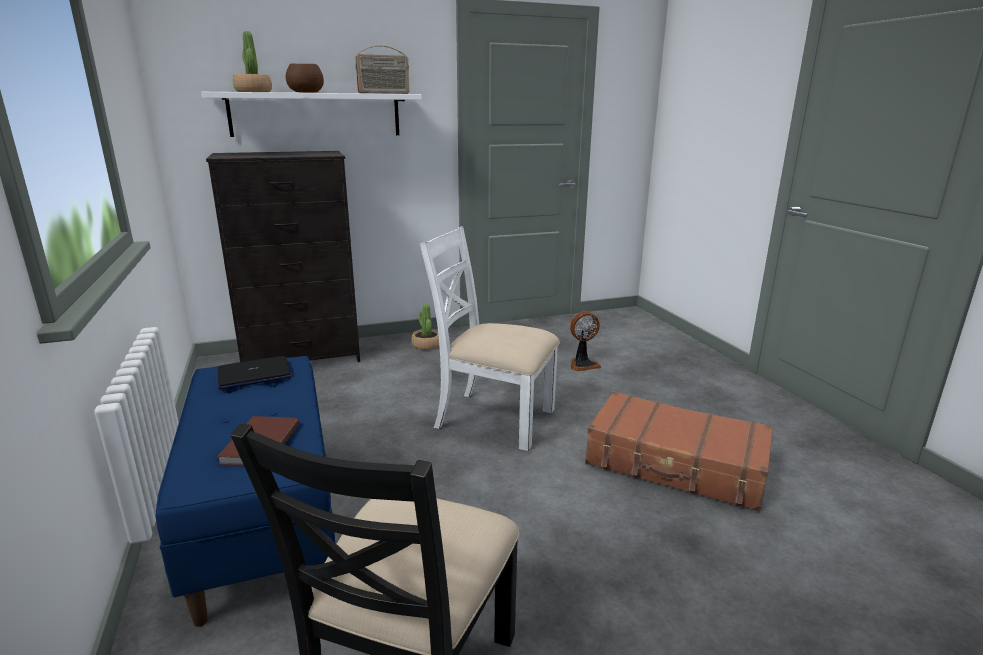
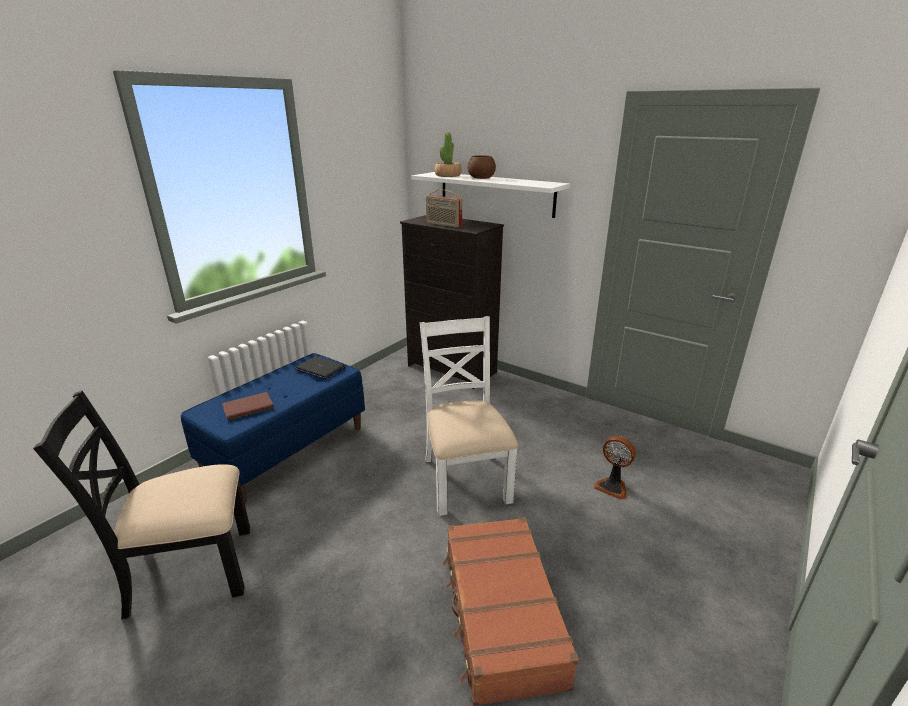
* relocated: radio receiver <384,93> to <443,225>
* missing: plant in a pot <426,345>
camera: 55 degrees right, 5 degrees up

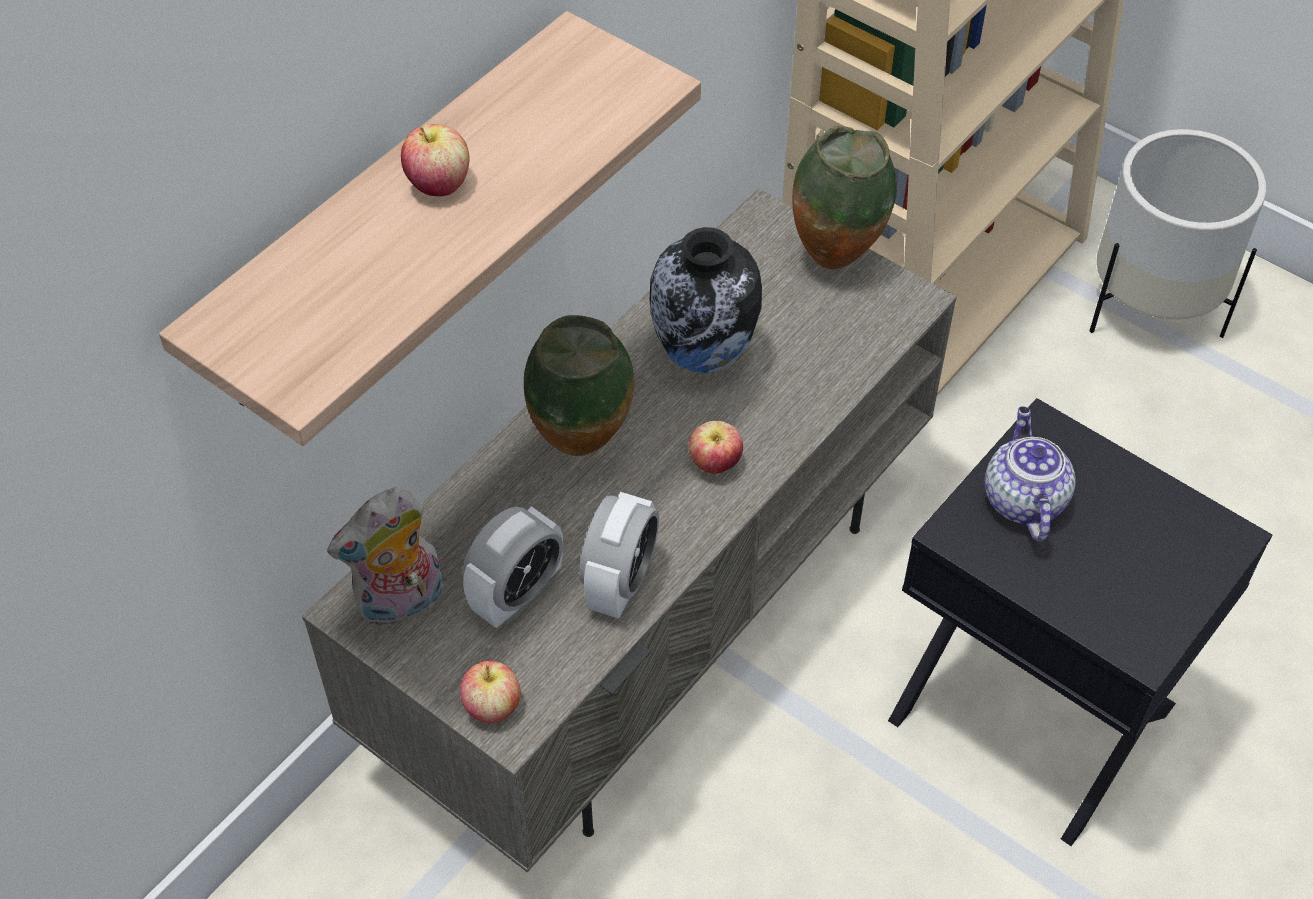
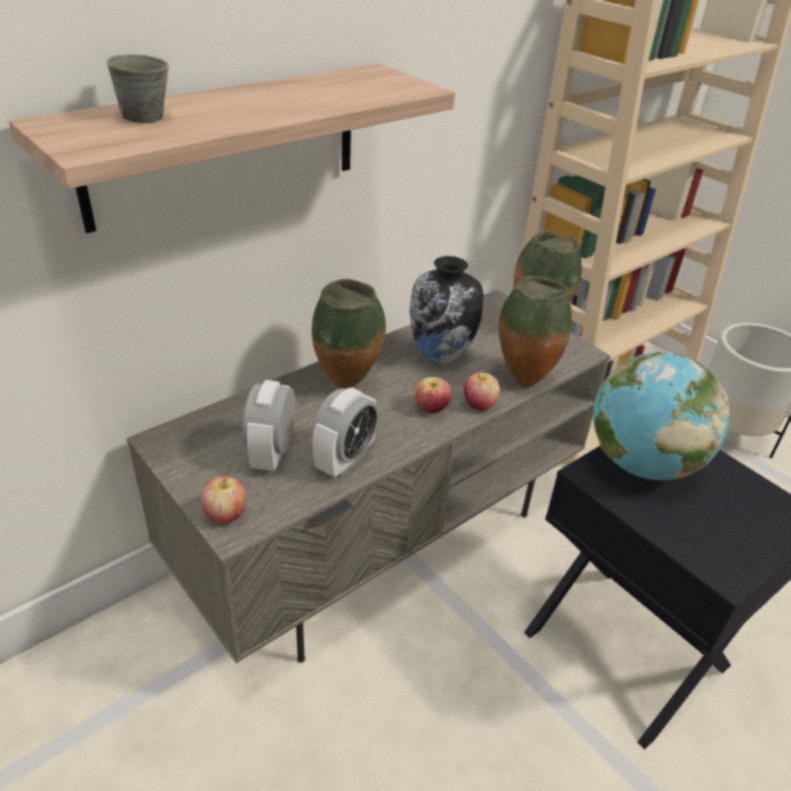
* missing: cuddly toy <401,604>
* relocated: apple <438,184> to <479,405>
* spun: table clock <517,595> = <272,454> 135 degrees clockwise
* exchanged: teapot <1022,499> to world globe <641,463>
* appeared: mug in gray <142,116>
* appeared: flower vase <522,380>
camera: 10 degrees right, 15 degrees down

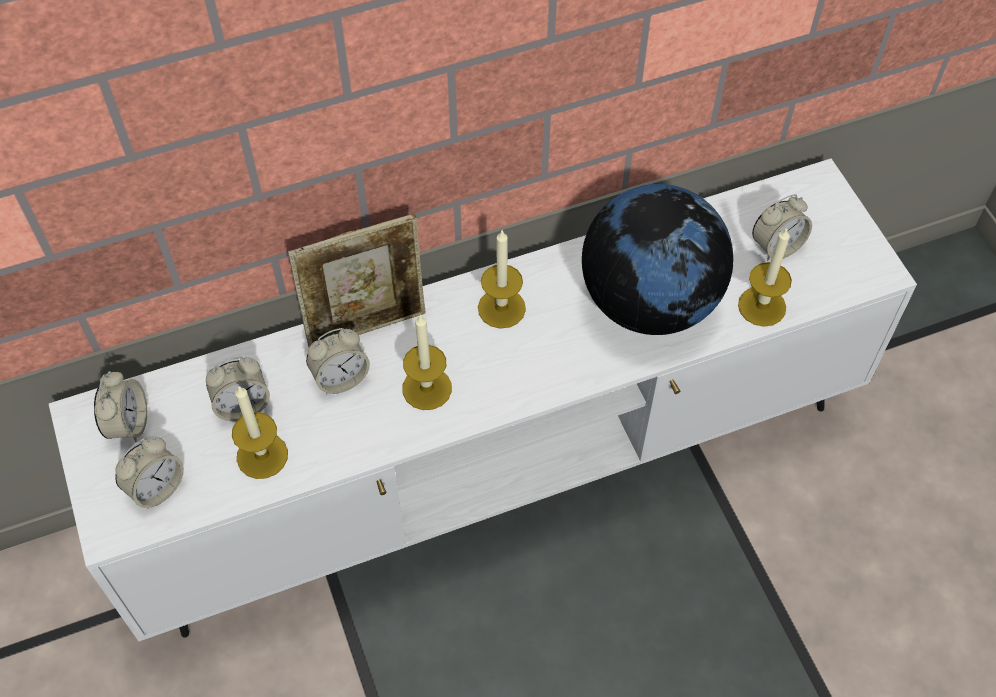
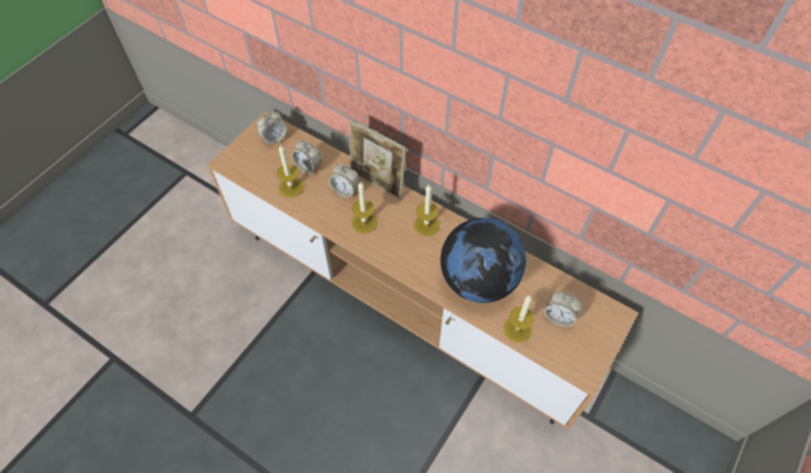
* colour: tv unit in whitish <496,471> to tv unit in brown <406,300>
* missing: table clock <156,488>
camera: 55 degrees right, 0 degrees up

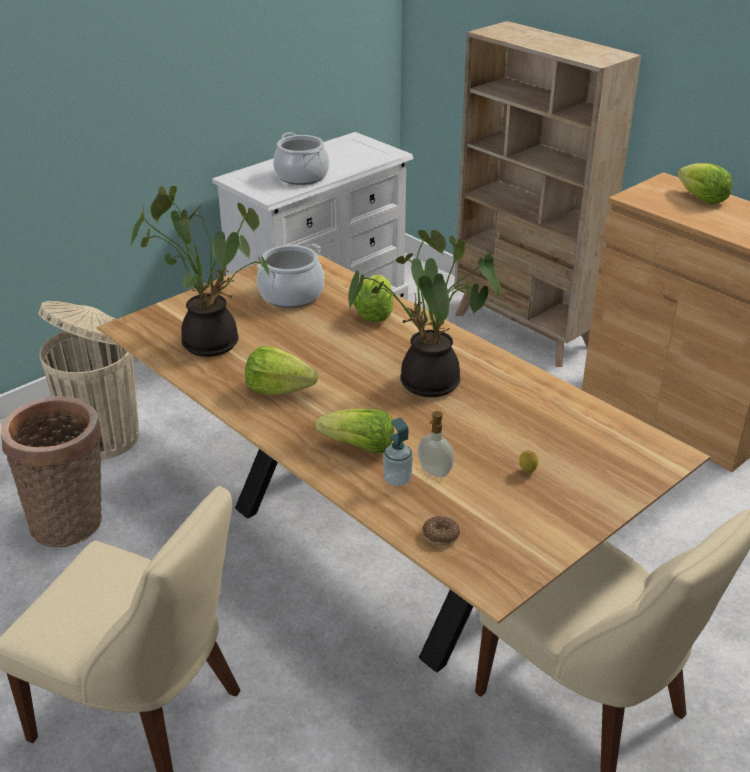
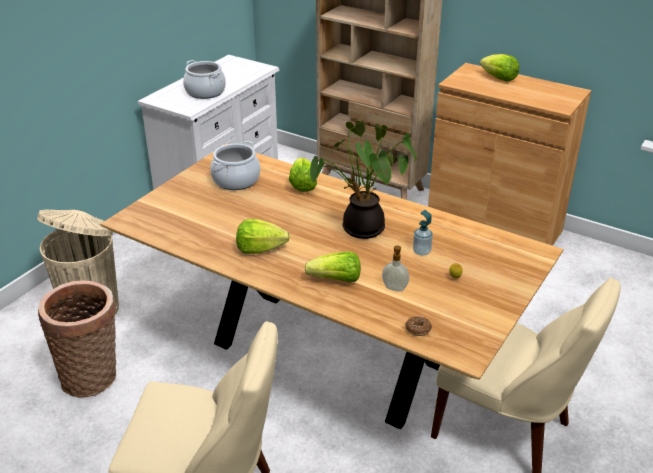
* missing: plant in a pot <212,341>
* relocated: liquid soap bottle <397,479> to <421,251>
camera: 15 degrees left, 0 degrees up

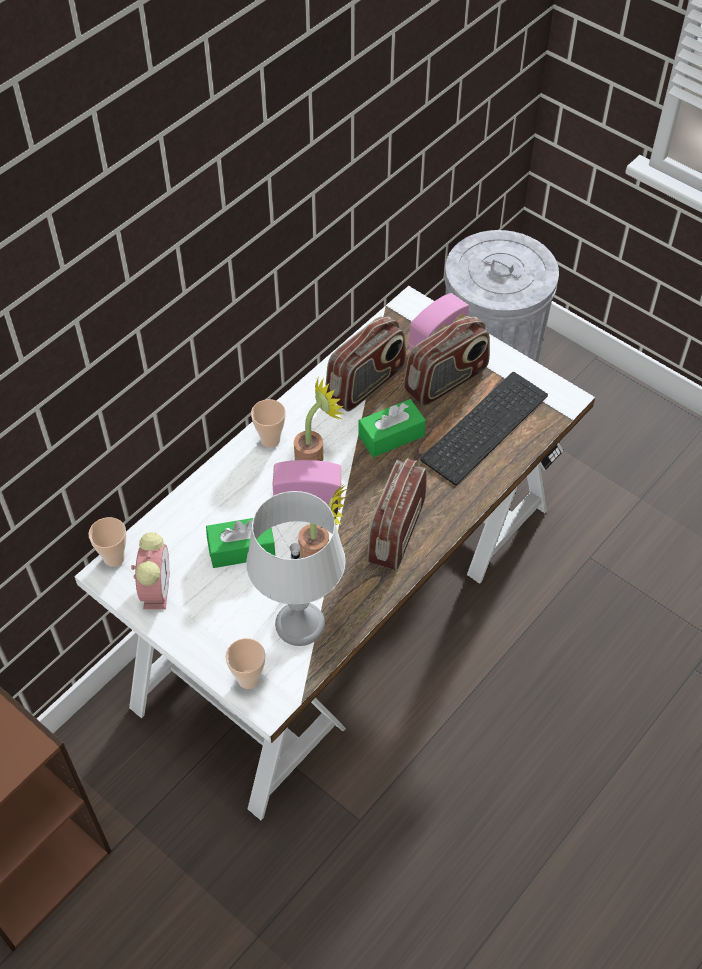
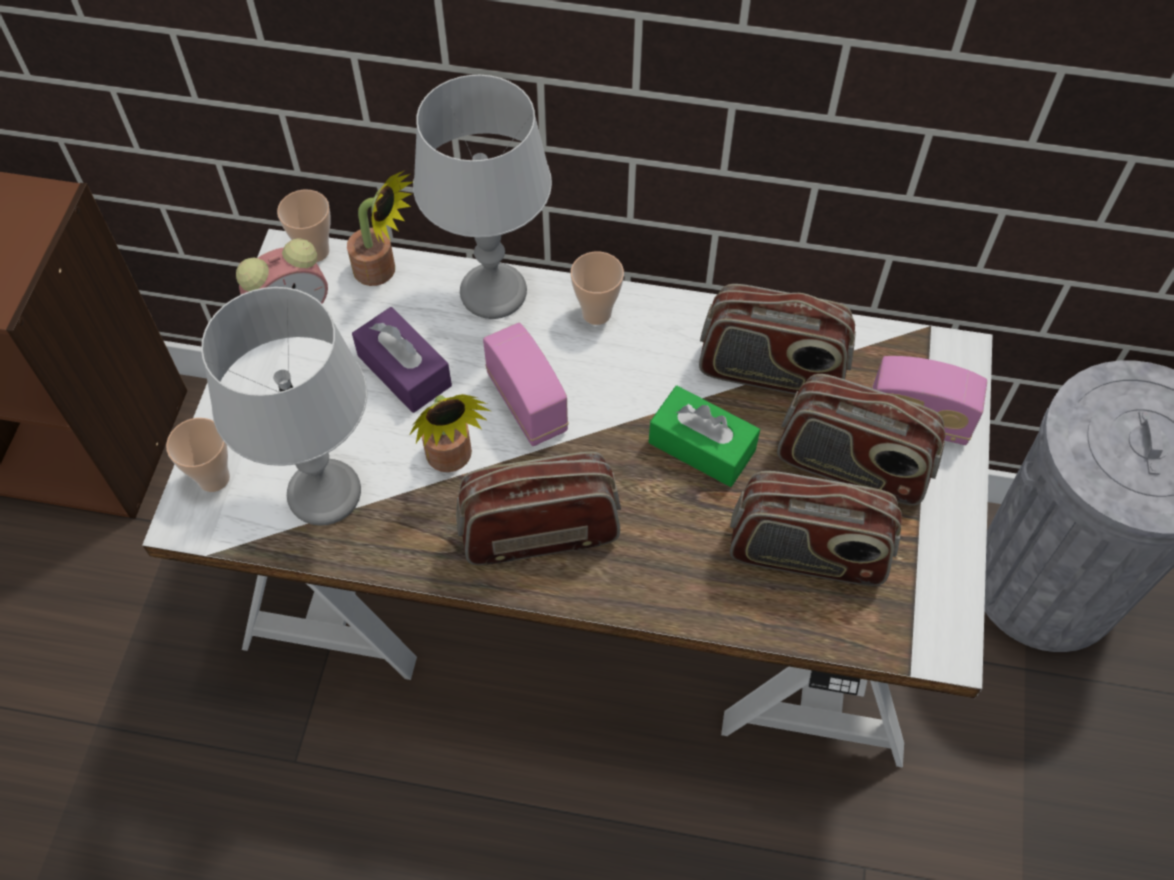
* colour: tissue box in green <241,549> to tissue box in purplish <404,371>
* relocated: plant in a pot <314,455> to <382,272>
* exchanged: computer keyboard <483,425> to radio receiver <807,555>
* appeared: tabletop lamp in gray <492,293>
camera: 60 degrees right, 5 degrees up

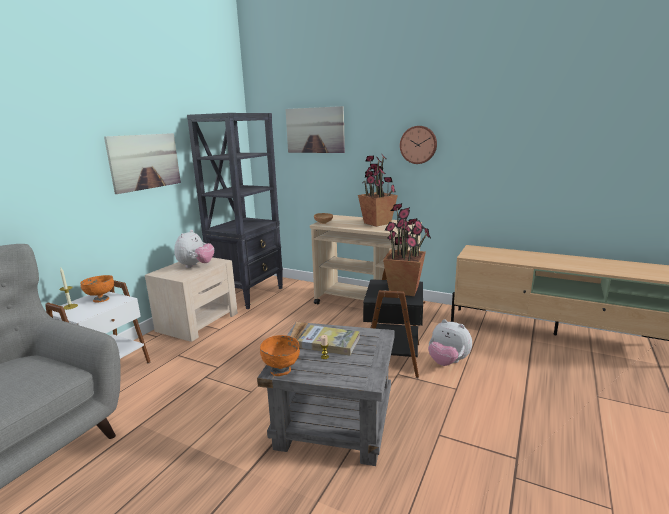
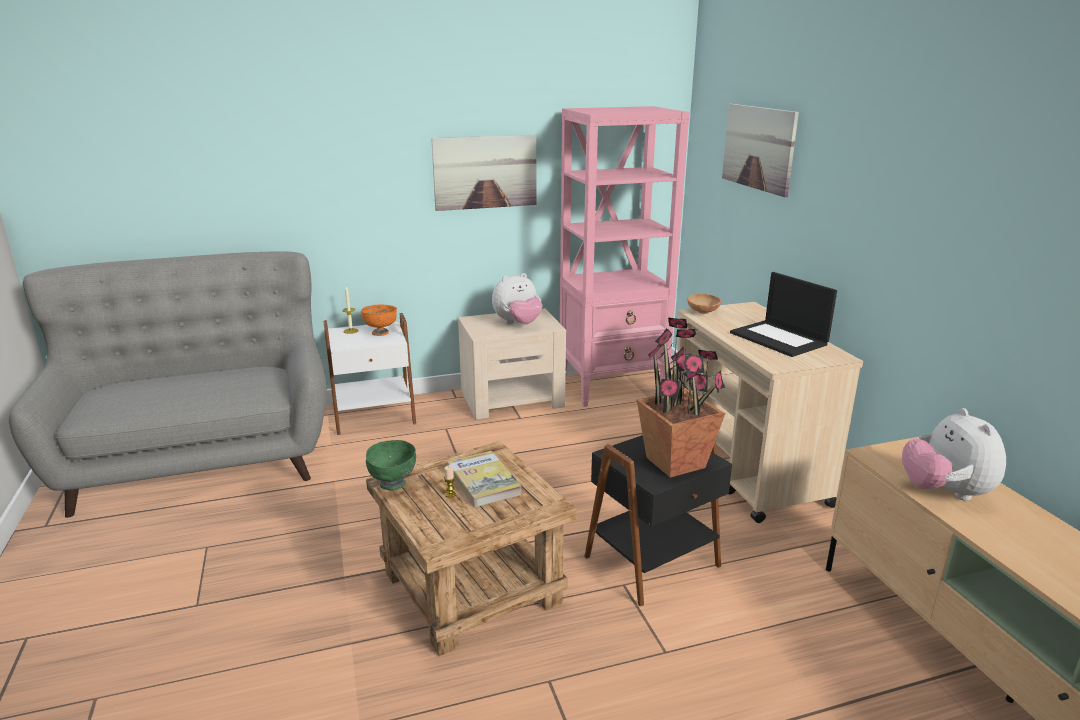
* colour: shelving unit in black-coloured <249,294> to shelving unit in pink <613,387>
* colour: end table in gray <333,421> to end table in brown <472,586>
* colour: bowl in orange <281,370> to bowl in green <393,484>
* exchanged: plant in a pot <377,223> to notebook computer <780,339>
* missing: clock on the wall <418,144>
* relocated: cuddly toy <448,362> to <945,492>
camera: 45 degrees right, 5 degrees up

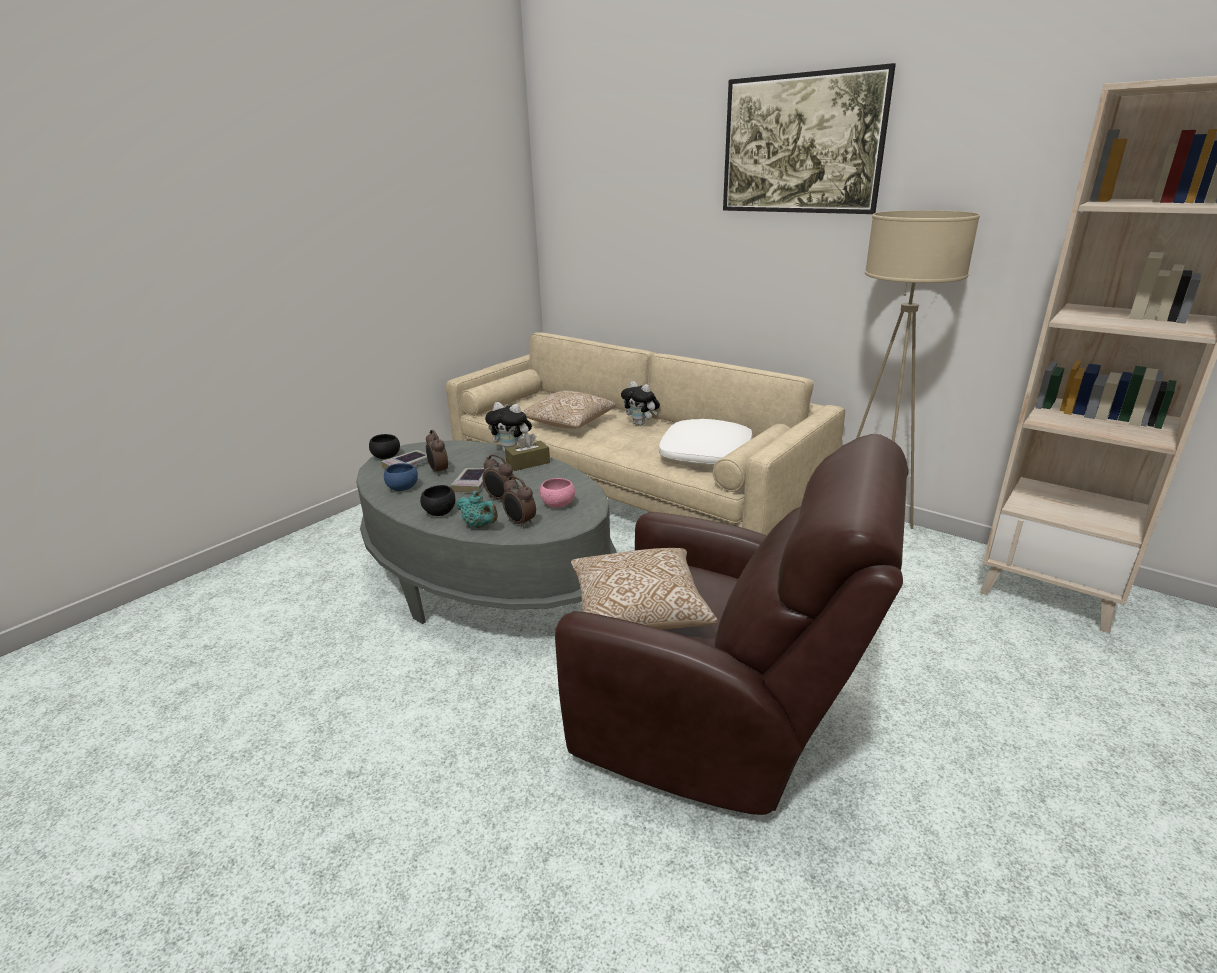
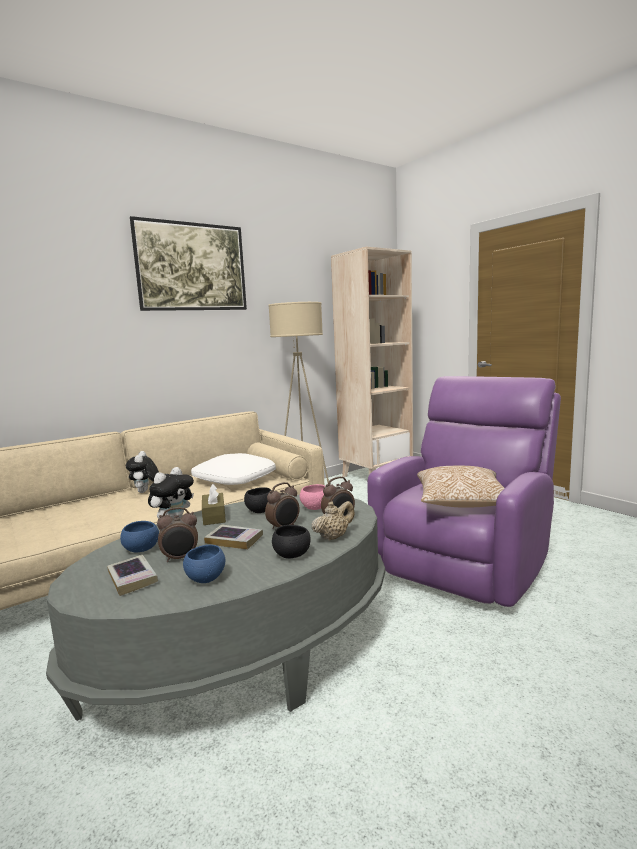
* relocated: bowl in black-coloured <386,457> to <260,511>
* colour: teapot in blue-green <479,526> to teapot in sand-coloured <333,537>
* missing: cushion <568,423>
* colour: easy chair in brown <718,722> to easy chair in purplish <466,562>
* spun: cuddly toy <641,424> = <145,492> 120 degrees clockwise
* appeared: bowl in blue-coloured <141,549>
camera: 75 degrees left, 15 degrees down

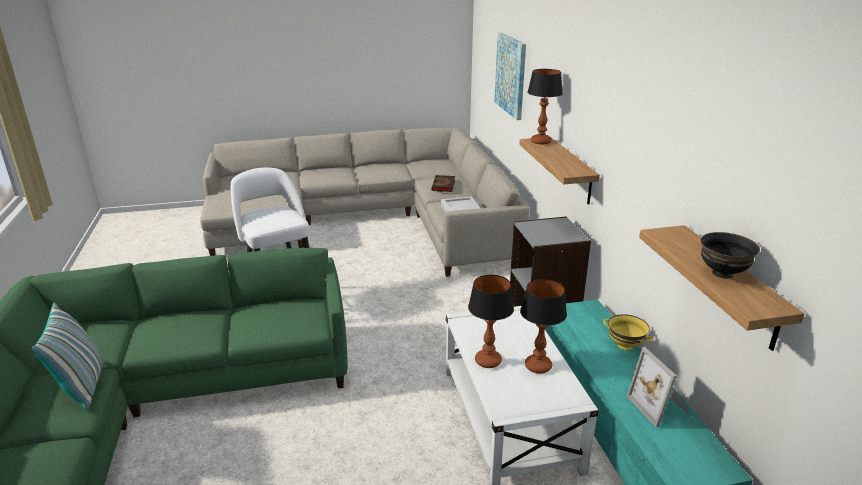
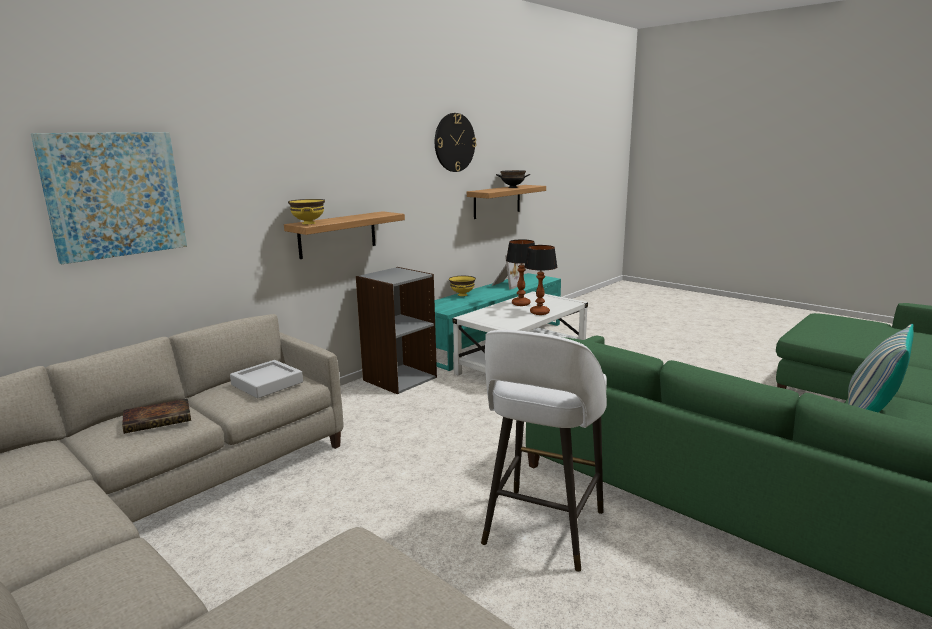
* exchanged: tabletop lamp <540,142> to bowl in yellow <309,223>
* appeared: clock on the wall <454,142>
camera: 125 degrees left, 10 degrees down

